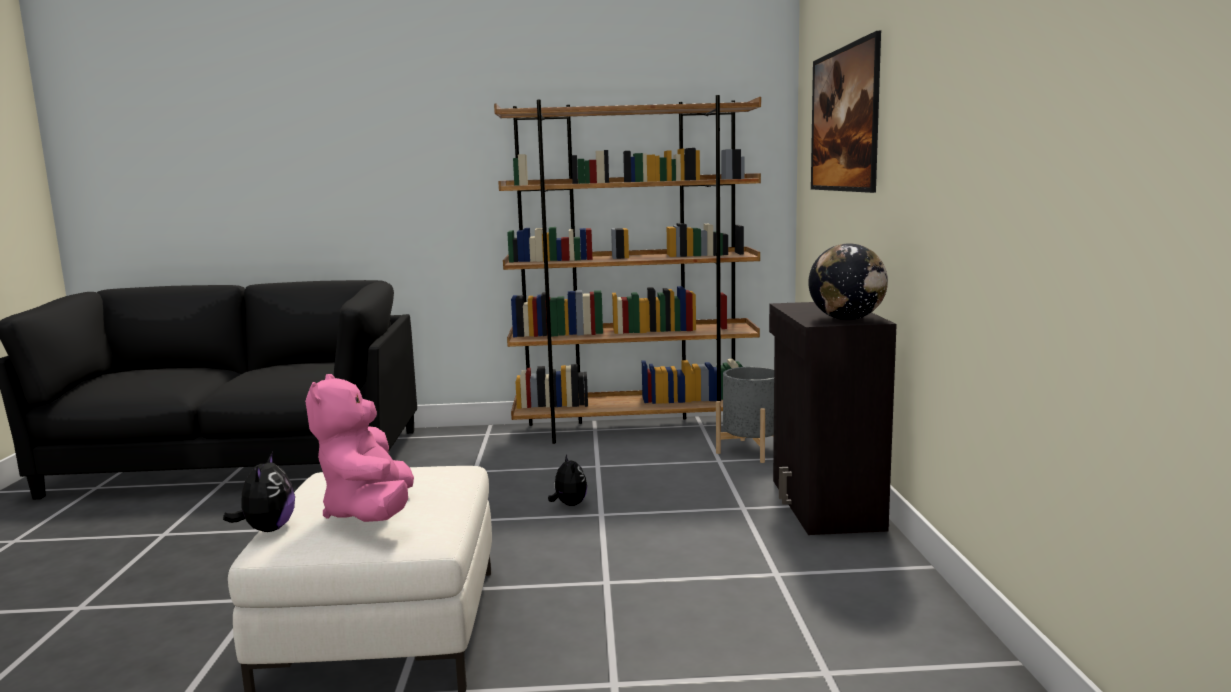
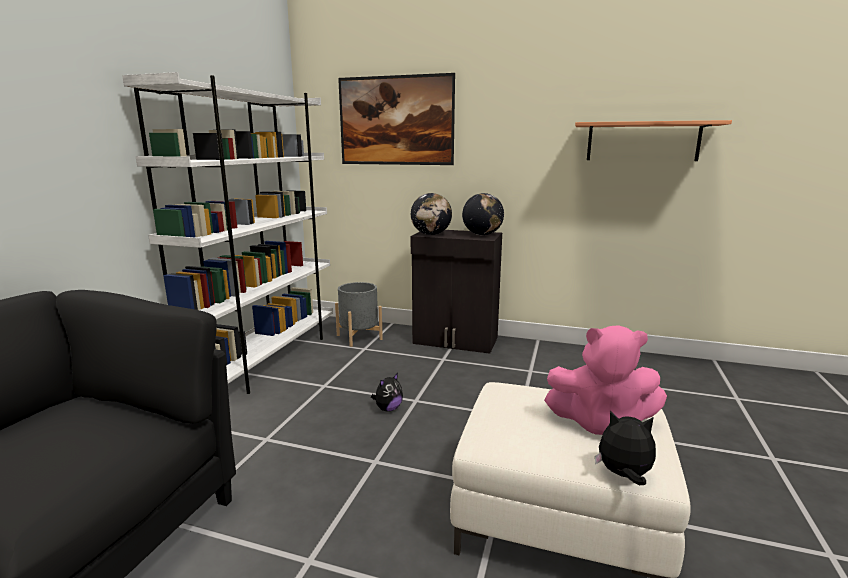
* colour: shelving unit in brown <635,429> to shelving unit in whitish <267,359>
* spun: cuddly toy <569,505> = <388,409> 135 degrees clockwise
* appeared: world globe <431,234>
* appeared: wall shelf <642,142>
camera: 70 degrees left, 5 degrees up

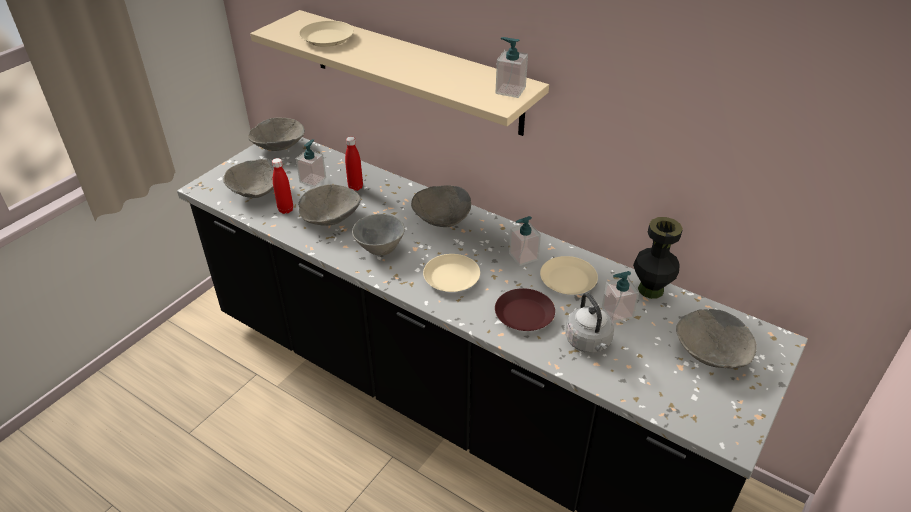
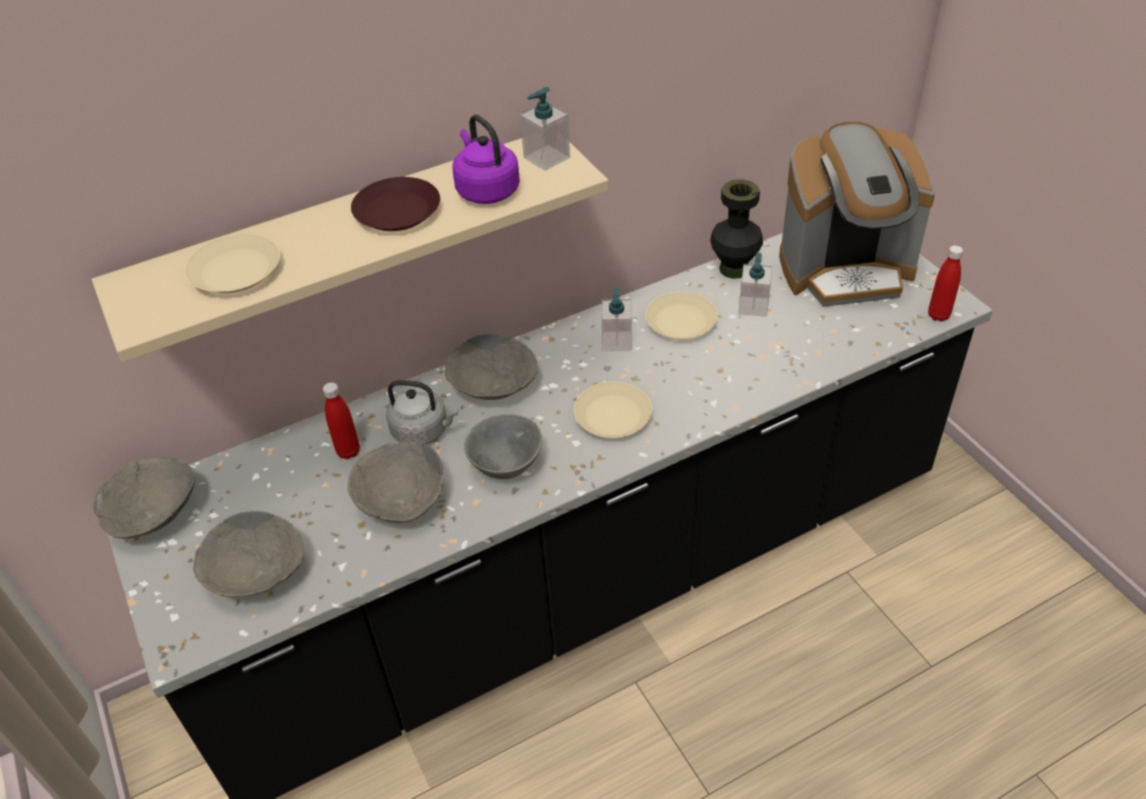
* relocated: beverage bottle in red-coloured <286,210> to <938,315>
* missing: liquid soap bottle <313,180>
* relocated: dinner plate in brown <524,314> to <396,211>
* relocated: tea kettle in gray <589,343> to <423,431>
* exchanged: bowl in gray <710,354> to coffee brewer <845,270>
* appeared: tea kettle in purplish <486,190>
camera: 60 degrees left, 5 degrees up

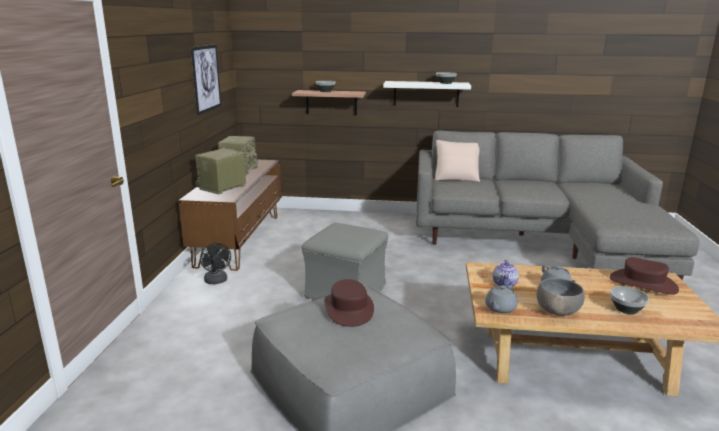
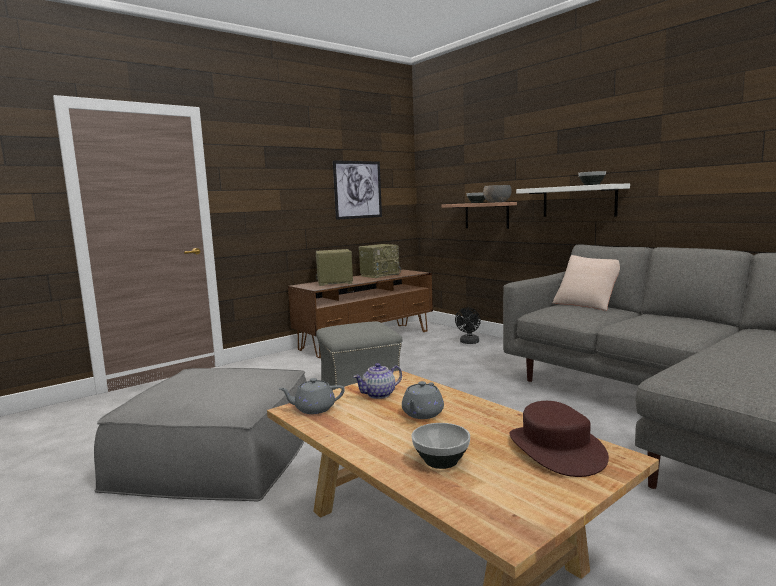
* relocated: fan in black-coloured <217,281> to <469,342>
* missing: clothing hat in brown <349,309>
* relocated: bowl in gray <557,311> to <497,202>
camera: 45 degrees right, 10 degrees down

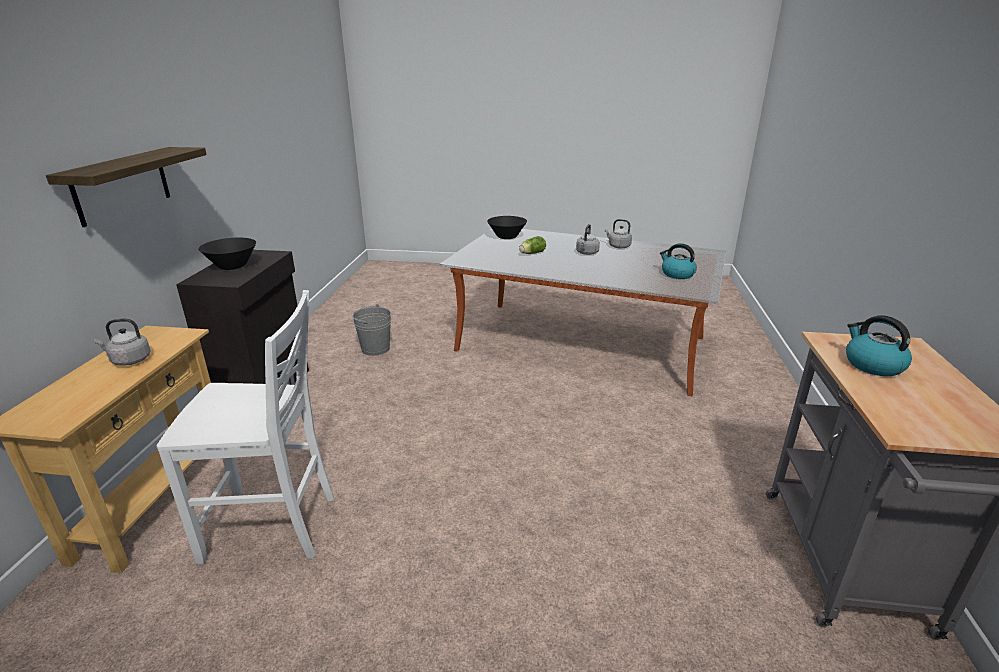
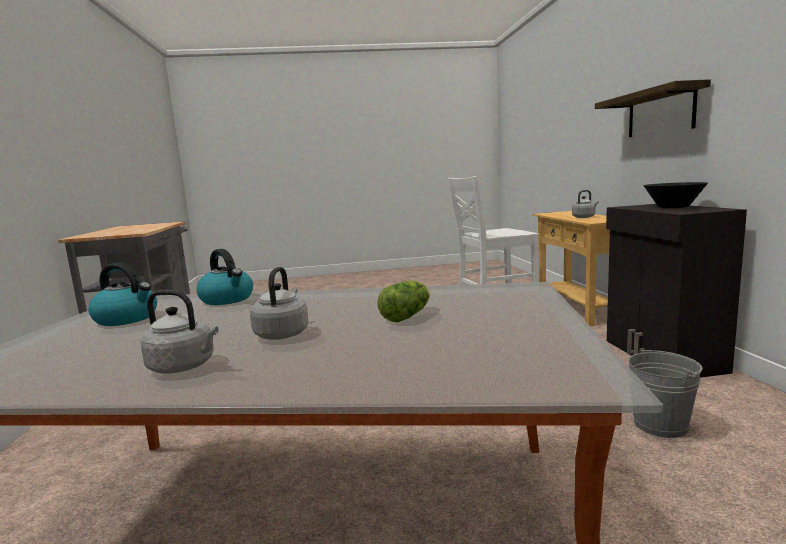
* missing: bowl in black-coloured <507,237>
* relocated: tea kettle <872,365> to <227,299>
camera: 165 degrees right, 15 degrees down

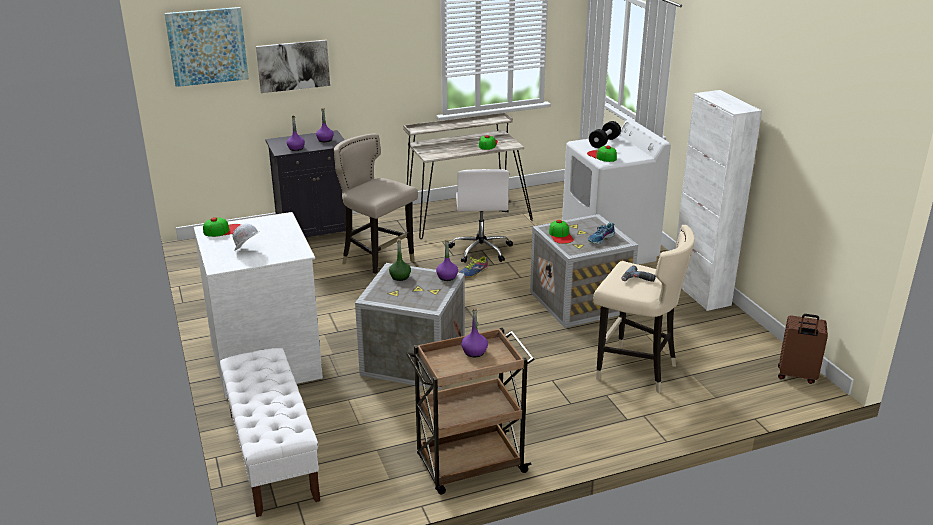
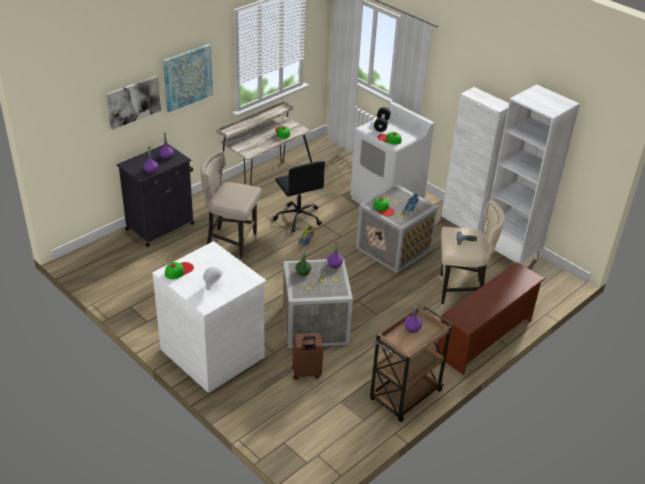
* relocated: picture <207,46> to <187,77>
* missing: indoor bench in whitish <272,455>
* colour: desk chair in whitish <481,250> to desk chair in black-coloured <298,217>
* relocated: travel case in brown <796,376> to <306,373>
* appeared: shoe shelf in brown <485,338>
* appeared: shelving unit in whitish <510,256>
camera: 25 degrees left, 10 degrees up

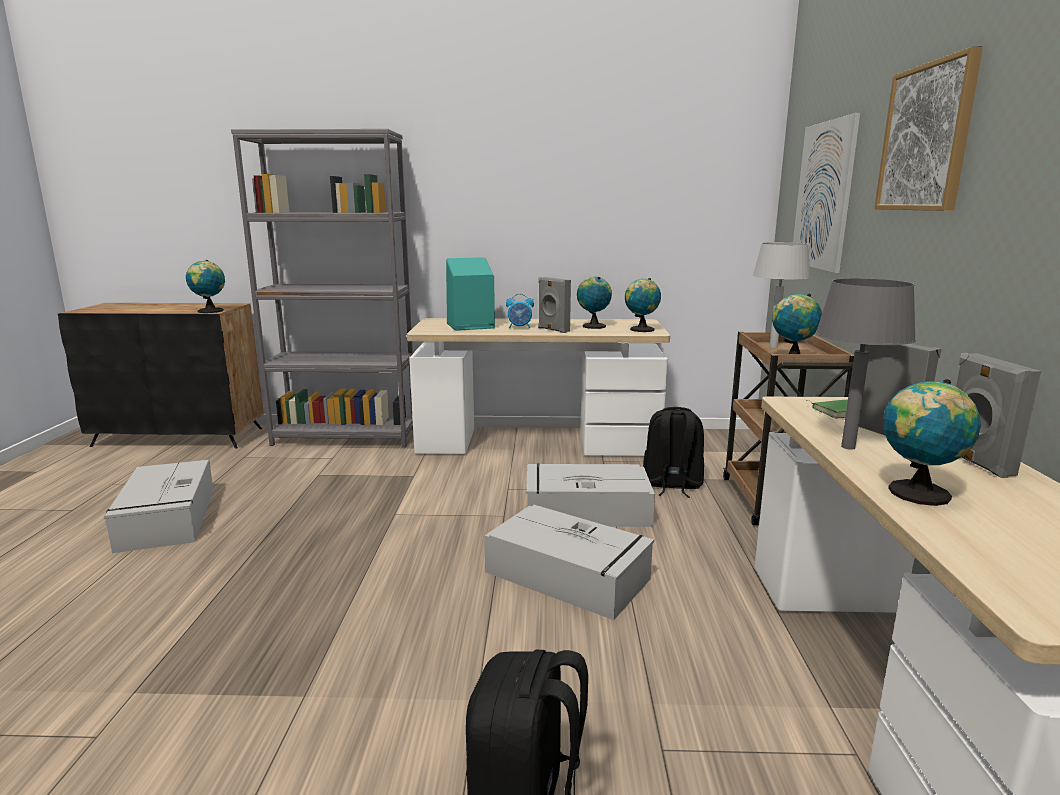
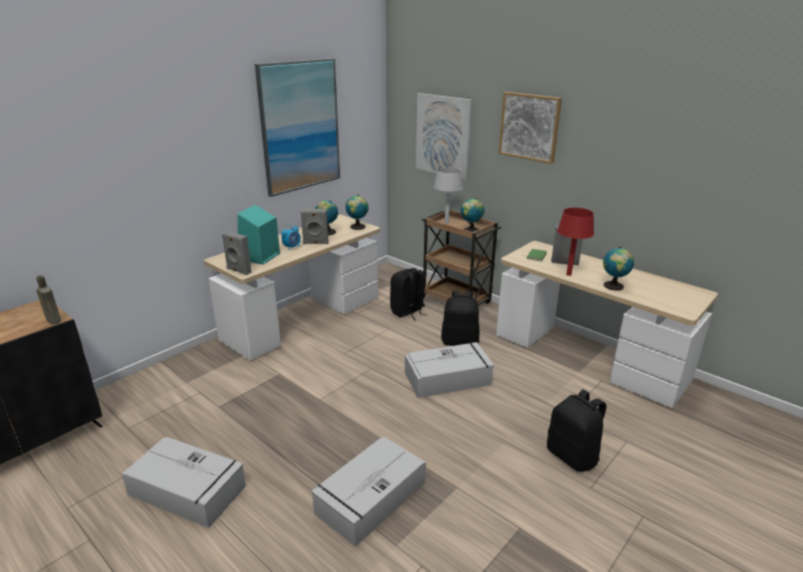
* exchanged: world globe <210,311> to beverage bottle in brown <53,320>
* missing: shelving unit in gray <346,436>
* relocated: storage container in gray <585,510> to <369,499>
* colour: tabletop lamp in gray <848,447> to tabletop lamp in red-coloured <569,274>
* relocated: audio speaker in gray <975,462> to <238,271>
* appeared: picture <300,126>
* appeared: knapsack in black-coloured <460,341>
camera: 50 degrees left, 10 degrees up

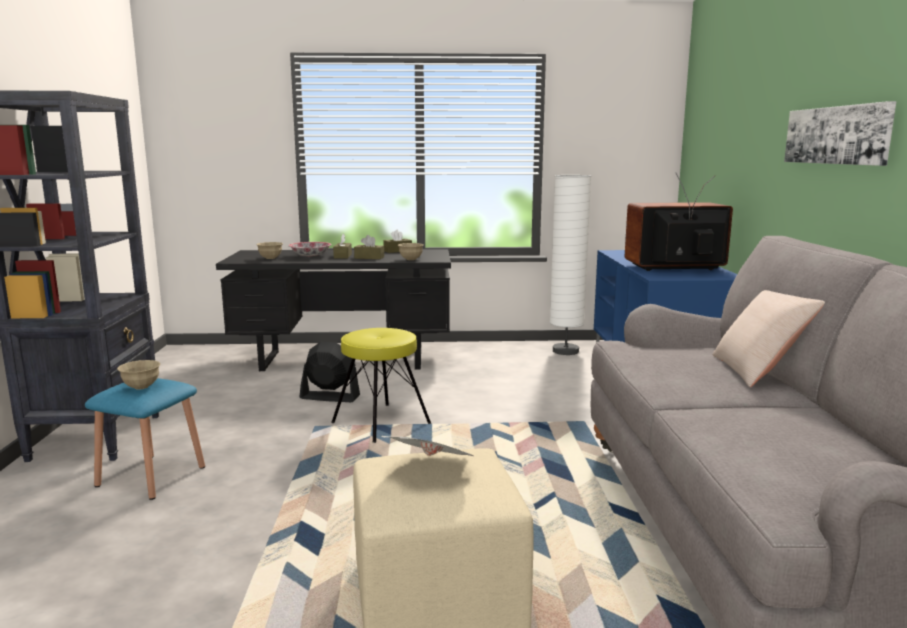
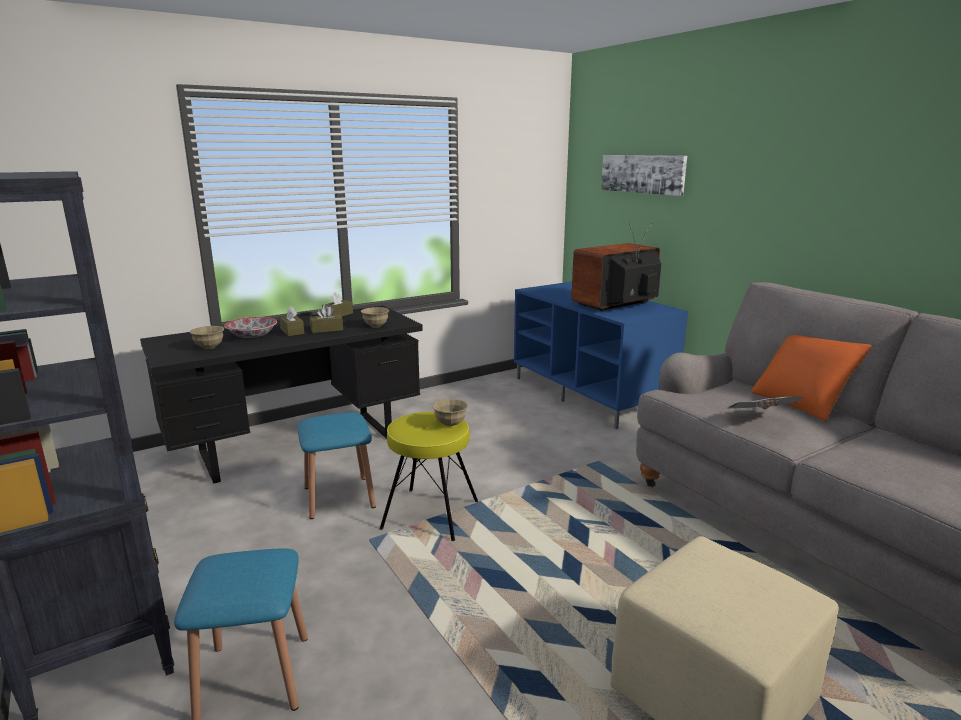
* relocated: bowl in sand-coloured <141,387> to <450,423>
* exchanged: fan in black-coloured <329,397> to sitting stool in blue-coloured <339,497>
* relocated: printed paper <432,470> to <760,420>
* missing: standard lamp in whitish <565,351>
* colour: cushion in sand-coloured <759,370> to cushion in orange <802,402>
* relocated: picture <837,135> to <642,174>
camera: 30 degrees left, 5 degrees up

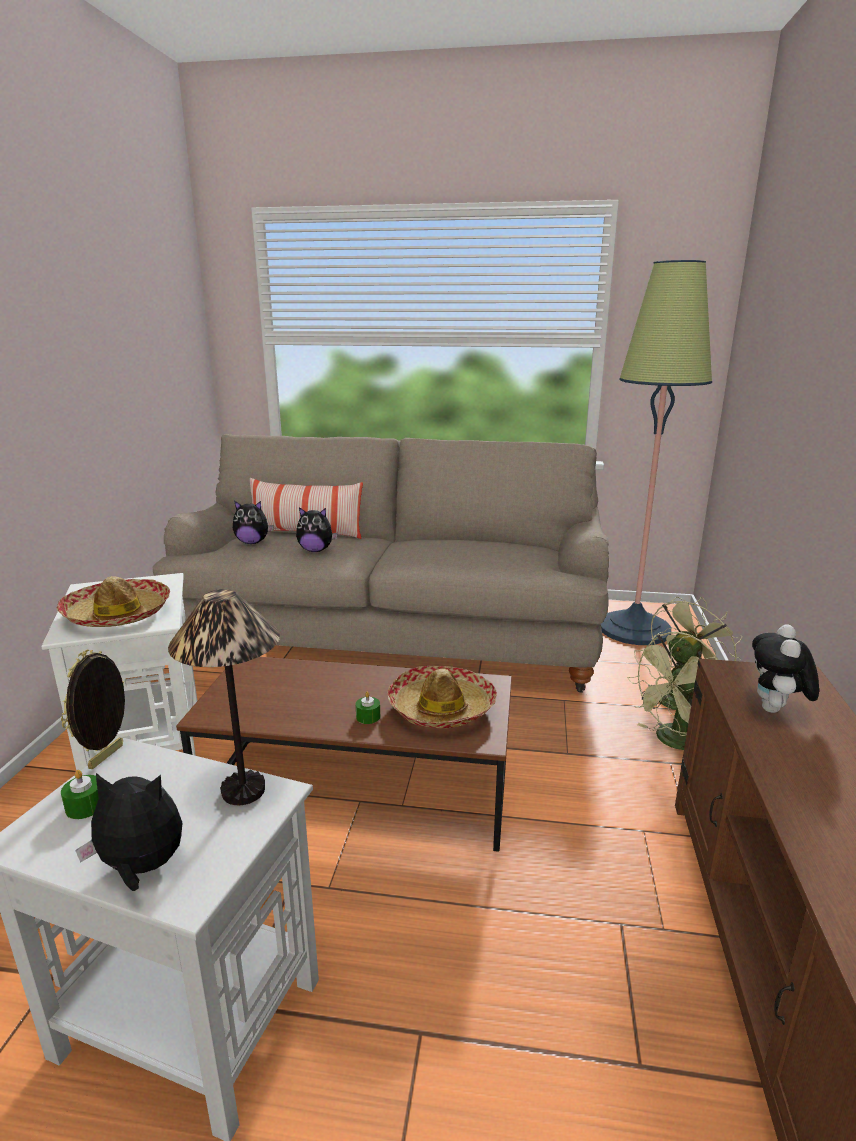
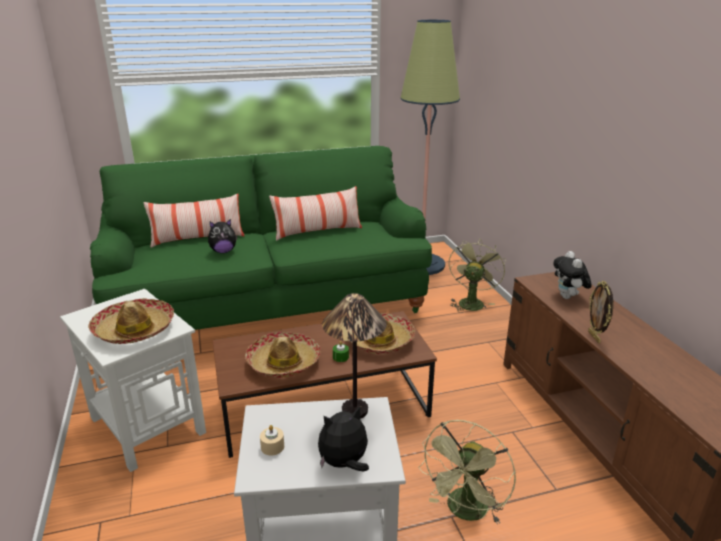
* relocated: photo frame <108,757> to <594,337>
* colour: candle in green <85,806> to candle in sand-coloured <272,447>
* colour: settee in sand-coloured <393,638> to settee in green <269,304>
* missing: cuddly toy <252,542>
* relocated: fan in green <673,742> to <465,512>
* appeared: clothing hat <284,362>
* appeared: cushion <317,232>
camera: 25 degrees left, 5 degrees up

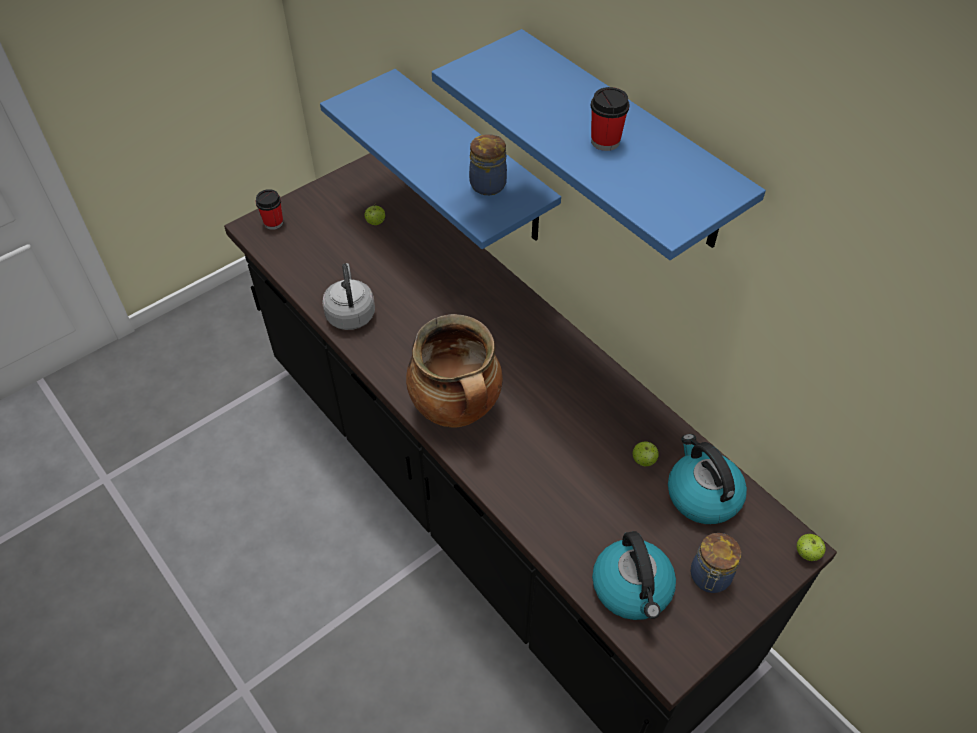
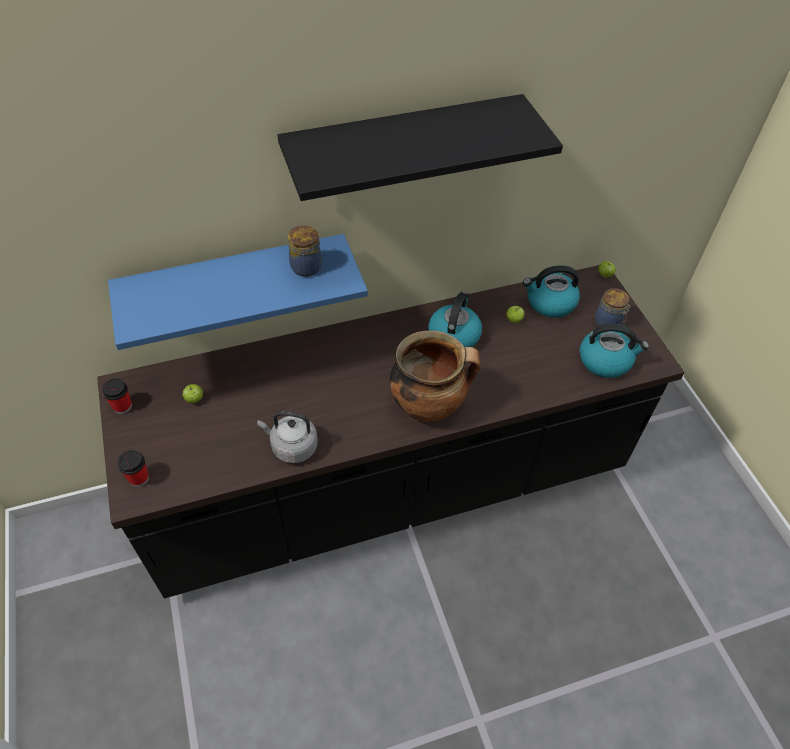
* colour: wall shelf in blue-coloured <627,142> to wall shelf in black-coloured <403,145>
* relocated: drinking cup <605,141> to <122,406>
* appeared: tea kettle <454,335>
camera: 70 degrees left, 0 degrees up

